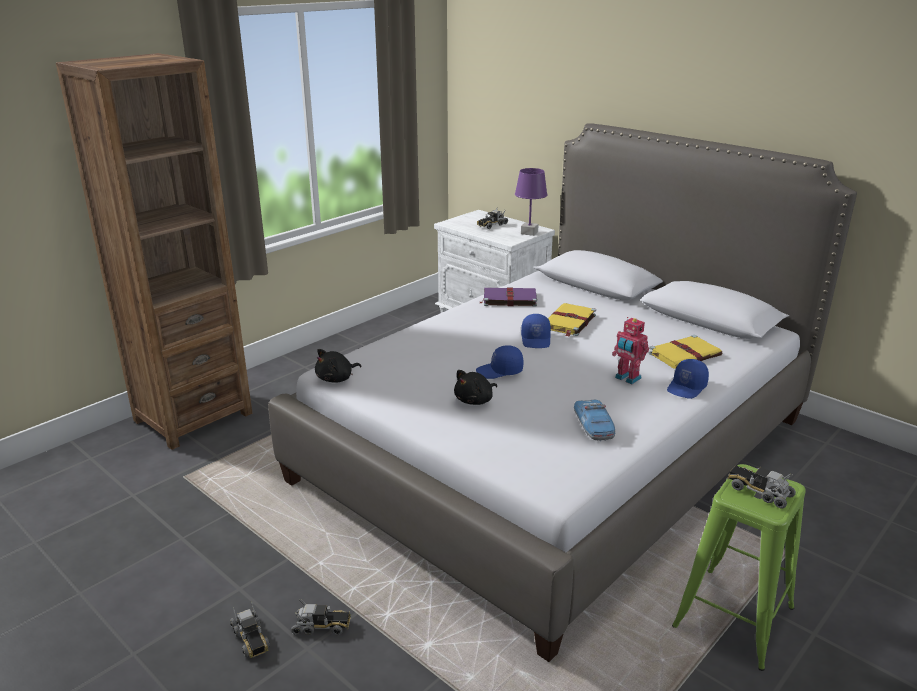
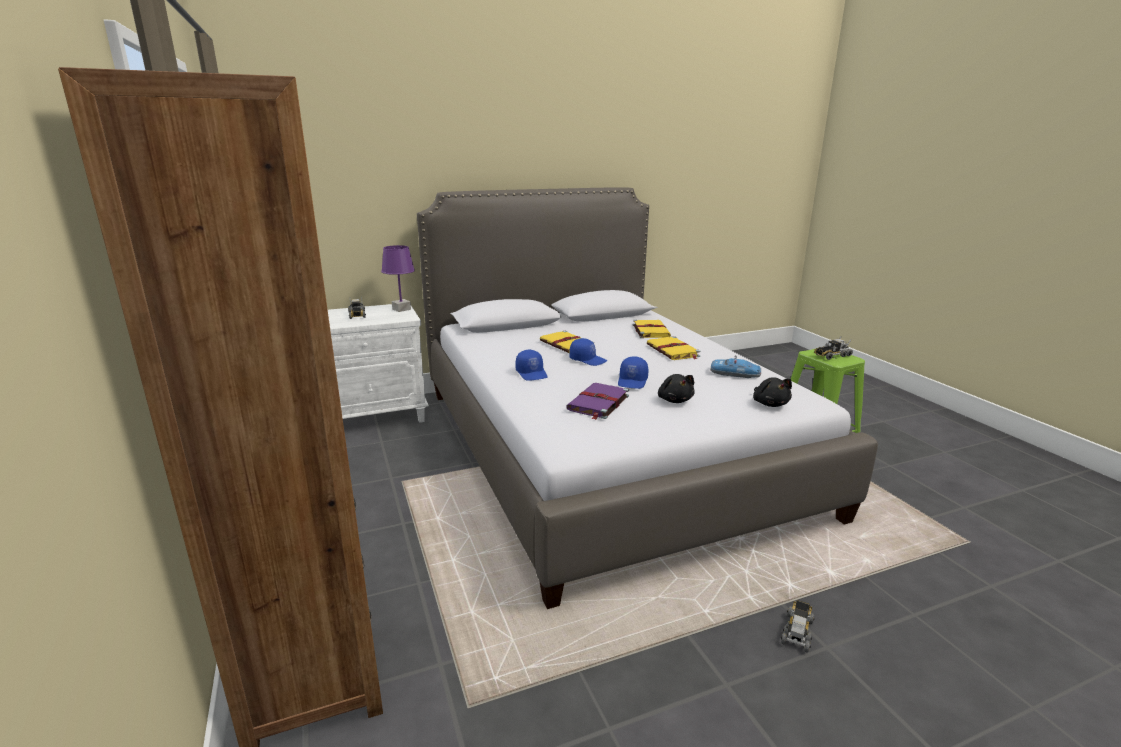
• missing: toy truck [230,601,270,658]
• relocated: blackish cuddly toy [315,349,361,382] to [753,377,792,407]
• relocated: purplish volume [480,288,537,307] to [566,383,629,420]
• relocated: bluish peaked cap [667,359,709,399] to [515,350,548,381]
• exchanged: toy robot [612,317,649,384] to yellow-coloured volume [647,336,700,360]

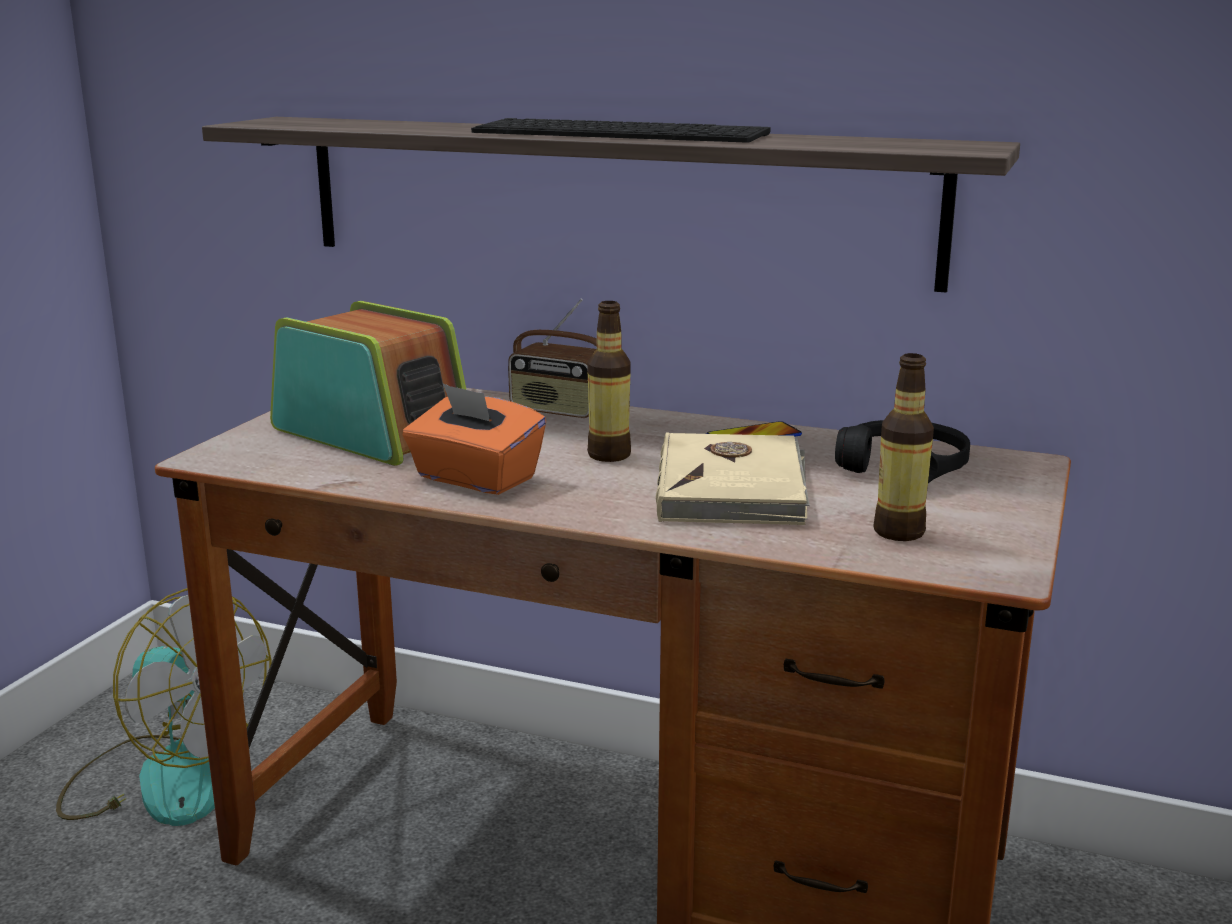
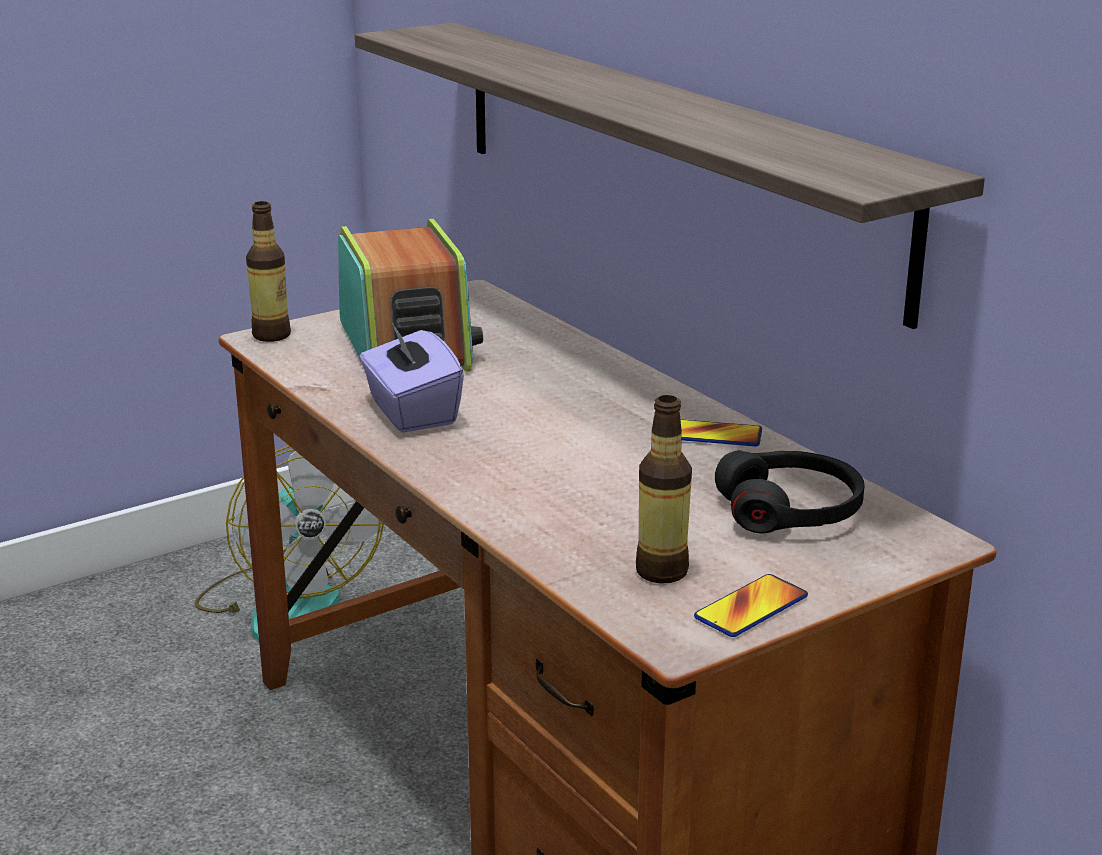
• missing: keyboard [471,118,771,142]
• missing: radio set [508,299,597,418]
• missing: sand-coloured volume [656,432,809,525]
• appeared: telephone [694,574,808,637]
• relocated: beverage bottle [587,301,631,462] to [246,201,291,342]
• colour: orange tissue holder [403,383,546,495] to purplish tissue holder [359,322,464,433]

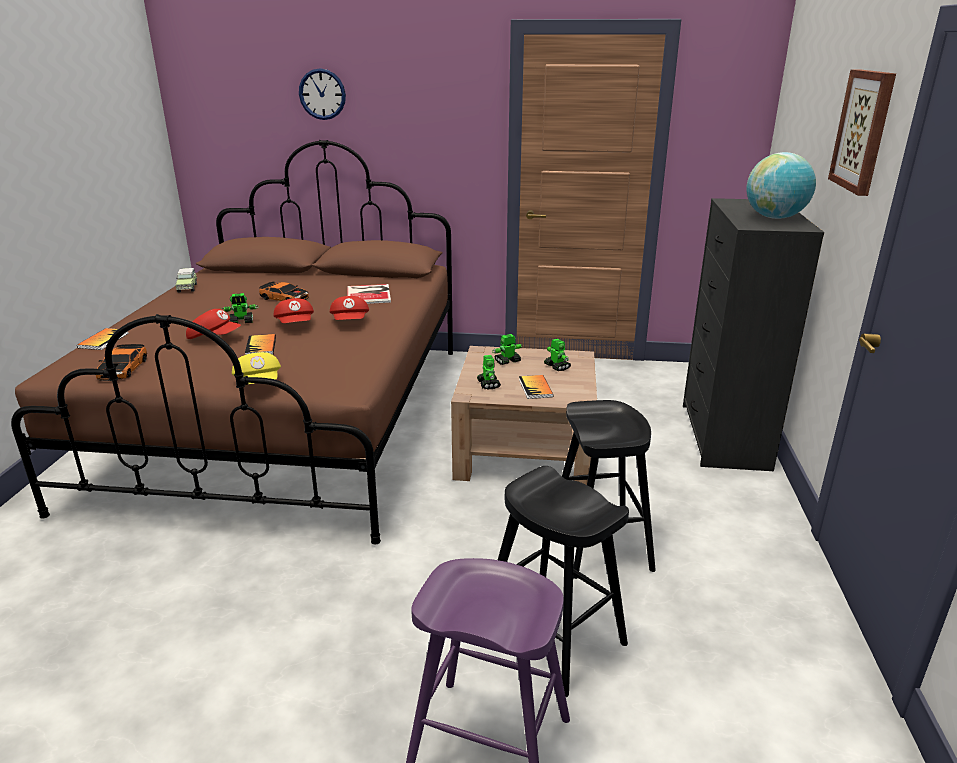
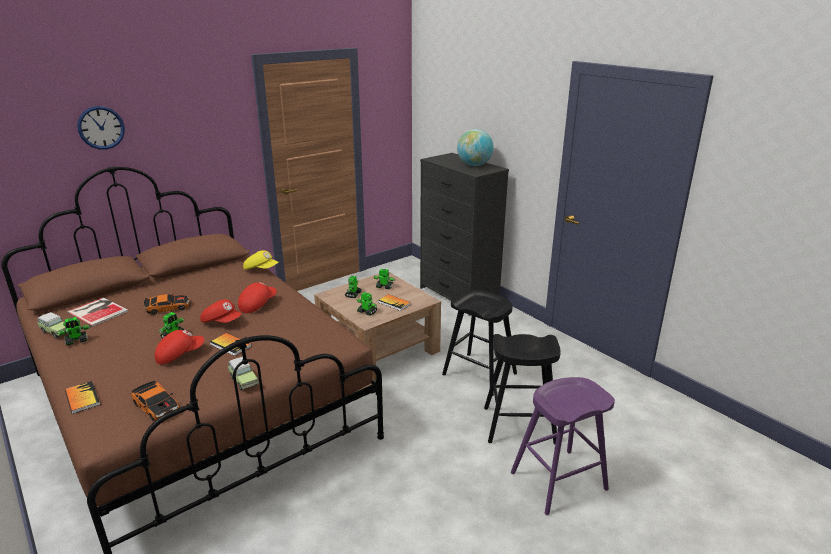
• missing: picture [828,69,896,196]
• appeared: toy robot [56,317,91,346]
• appeared: miniature car [228,357,259,391]
• relocated: yellow-coloured peaked cap [232,352,281,384] to [243,250,278,270]
• relocated: volume [347,284,391,304] to [67,297,128,327]
• spun: reddish peaked cap [330,296,369,320] = [238,282,277,313] 90 degrees counterclockwise

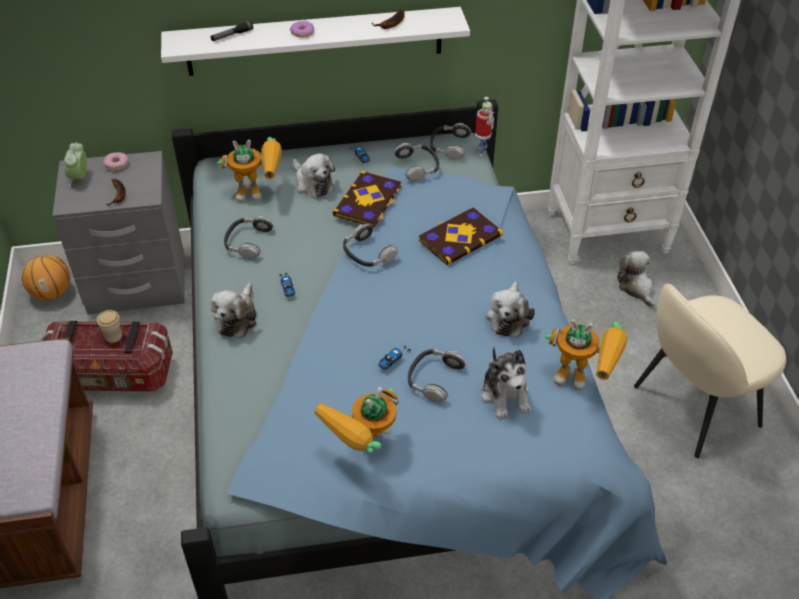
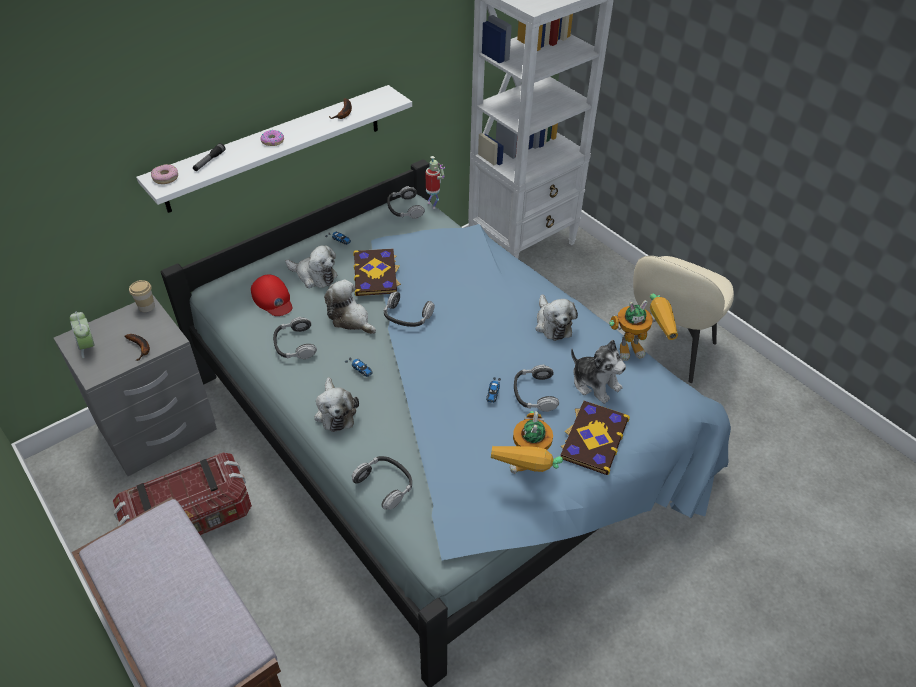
• missing: basketball ball [22,255,71,300]
• relocated: drinking cup [97,310,122,343] to [129,280,155,312]
• relocated: donut [103,152,128,171] to [151,164,178,184]
• relocated: headphones [394,143,439,182] to [352,456,412,510]
• relocated: volume [419,207,503,265] to [561,401,630,475]
• relocated: cuddly toy [617,251,655,307] to [324,279,376,334]
• exchanged: toy robot [217,137,282,202] to reddish peaked cap [251,274,292,316]

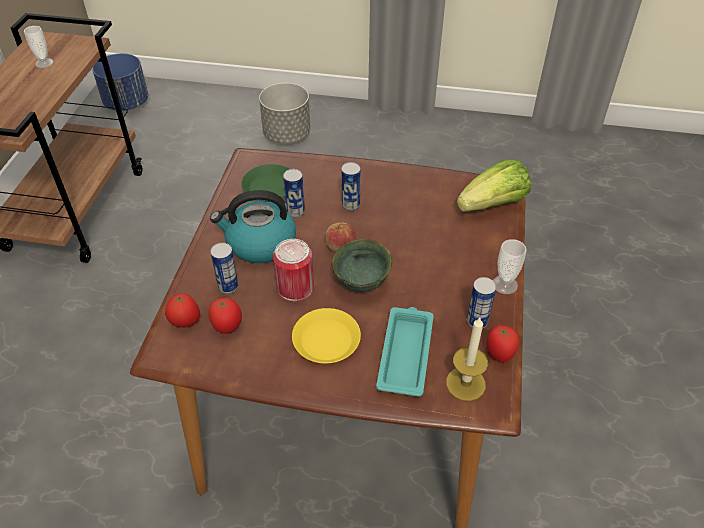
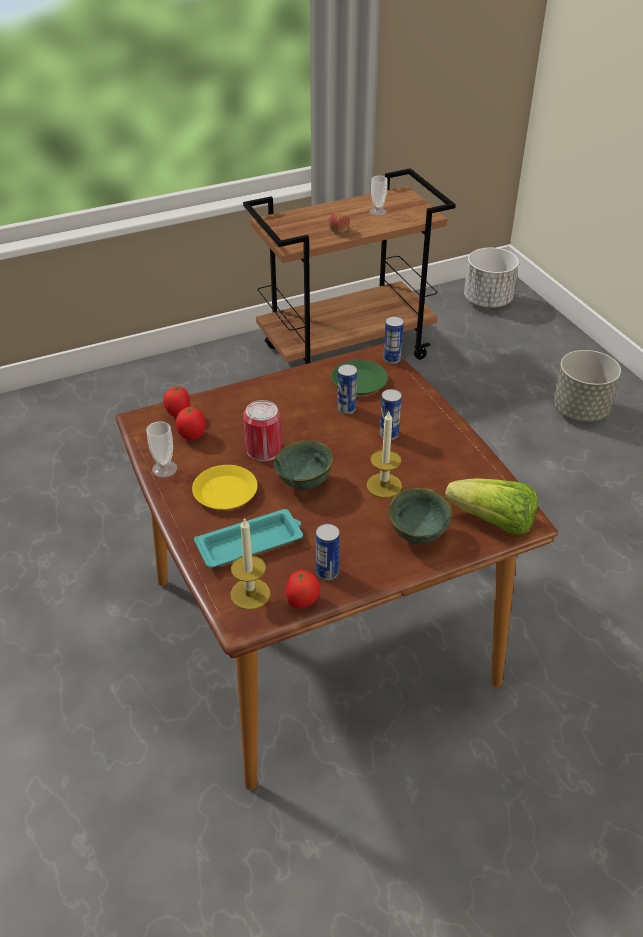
• missing: water kettle [210,190,296,263]
• appeared: wax light [367,412,402,498]
• appeared: green serving bowl [388,488,453,544]
• relocated: sealed can [210,243,238,294] to [384,316,404,364]
• relocated: whole apple [325,222,356,252] to [328,213,350,234]
• relocated: drinking cup [493,239,527,294] to [146,421,177,478]
• colour: bluish planter [92,53,148,111] to white-coloured planter [464,248,519,308]

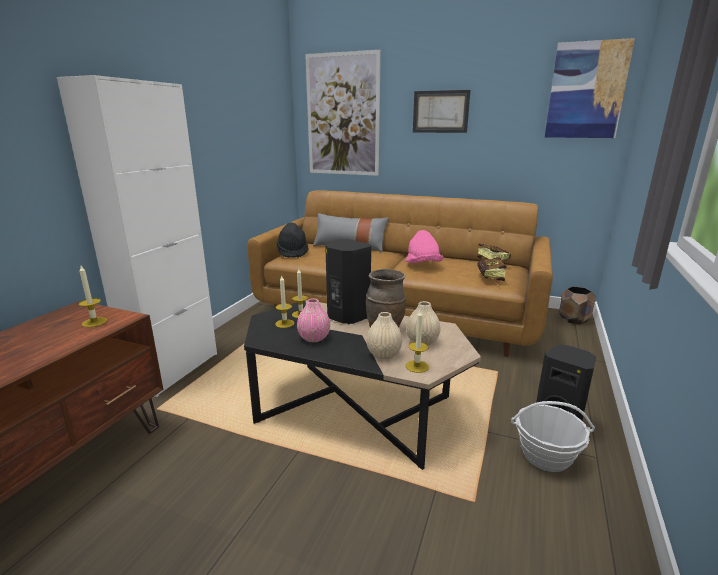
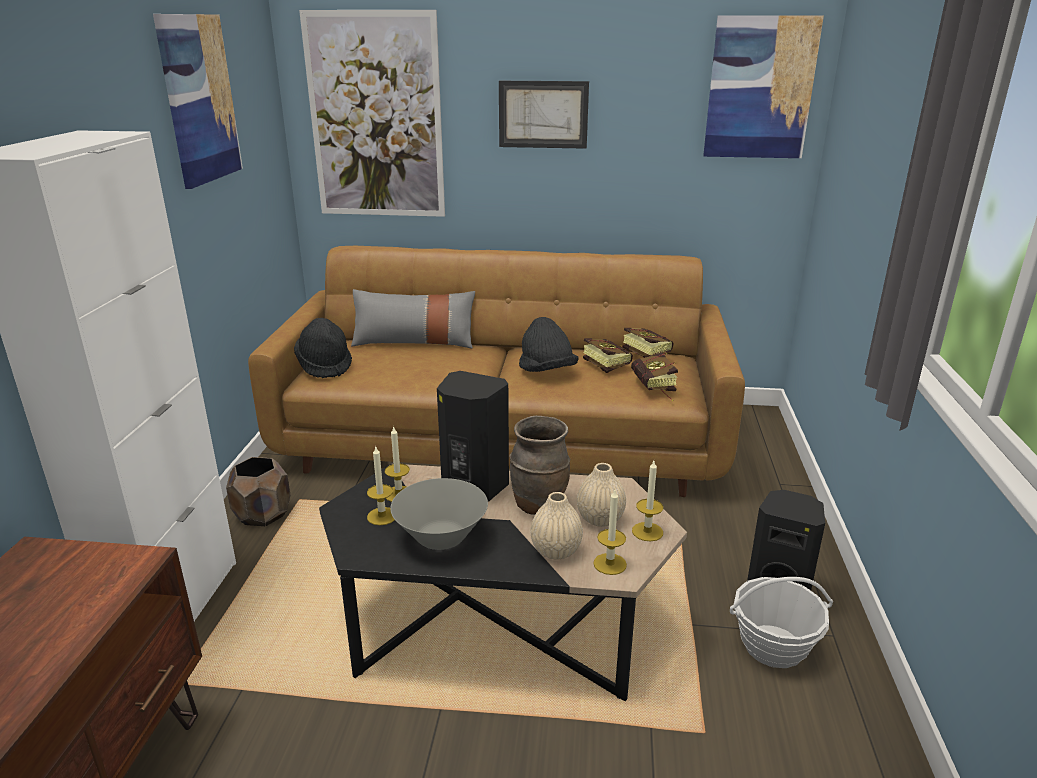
• appeared: picture [153,14,243,189]
• appeared: volume [582,338,633,373]
• relocated: wax light [79,266,107,327] to [632,461,663,542]
• relocated: brown-coloured planter [559,286,595,324] to [226,457,290,526]
• exchanged: pinkish vase [297,298,330,342] to greyish serving bowl [390,478,488,550]
• colour: pinkish clothing hat [406,230,443,263] to blackish clothing hat [519,317,579,372]

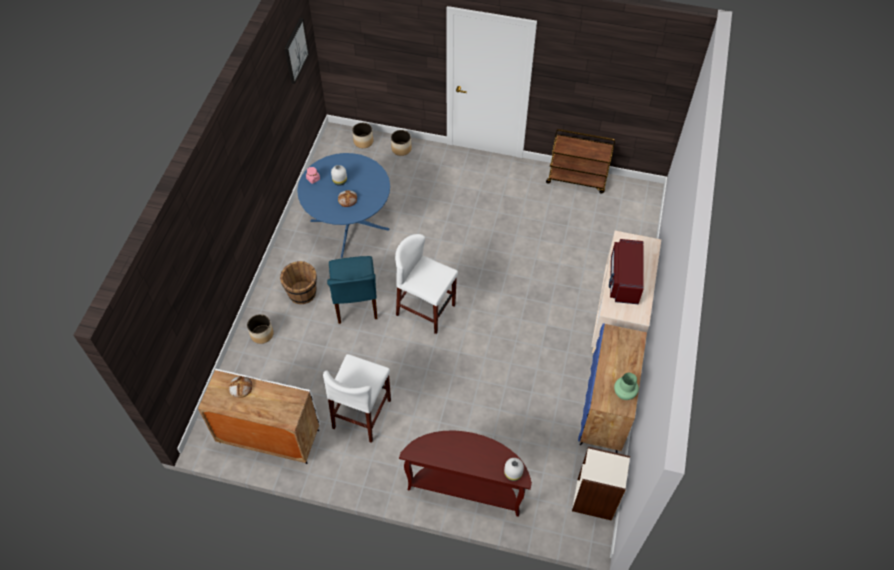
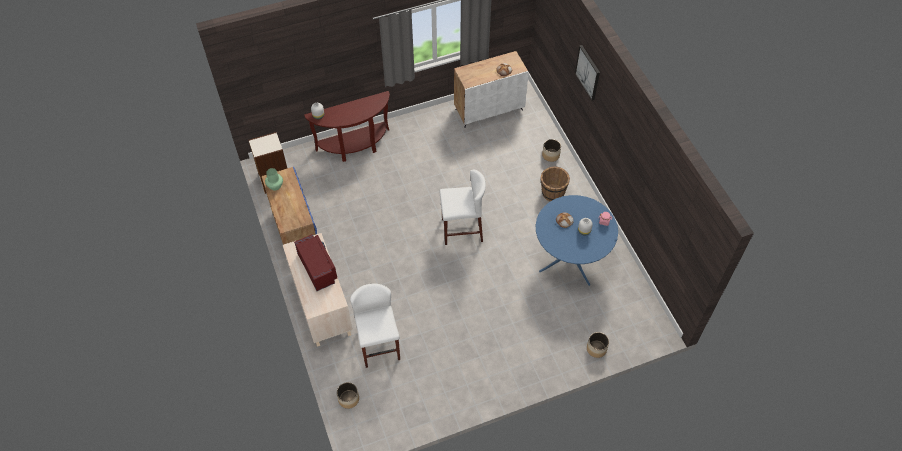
• missing: bluish plain chair [327,256,377,324]
• missing: brown-coloured cart [546,129,615,194]
• relocated: picture [284,18,309,84] to [575,45,600,101]
• relocated: white-coloured stool [323,354,391,443] to [350,283,400,368]
• relocated: planter [352,123,373,148] to [337,382,359,409]

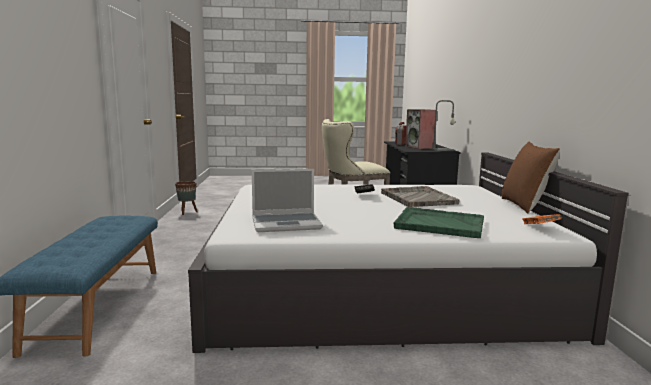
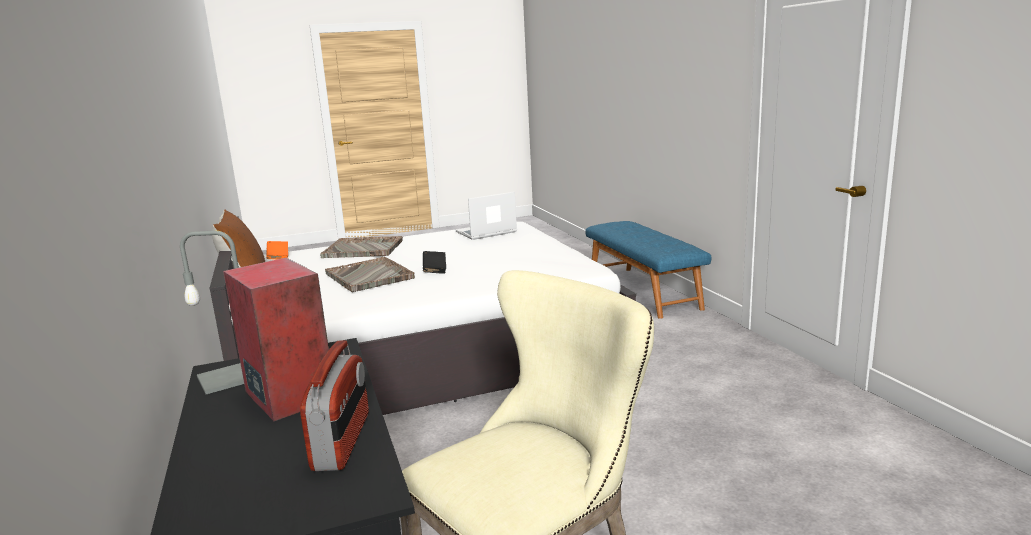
• missing: brown-coloured planter [175,181,198,215]
• colour: green serving tray [393,207,484,238] to greyish serving tray [320,236,403,258]

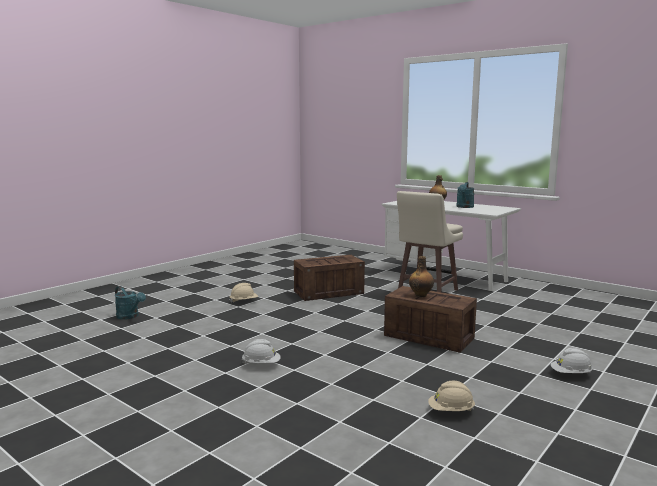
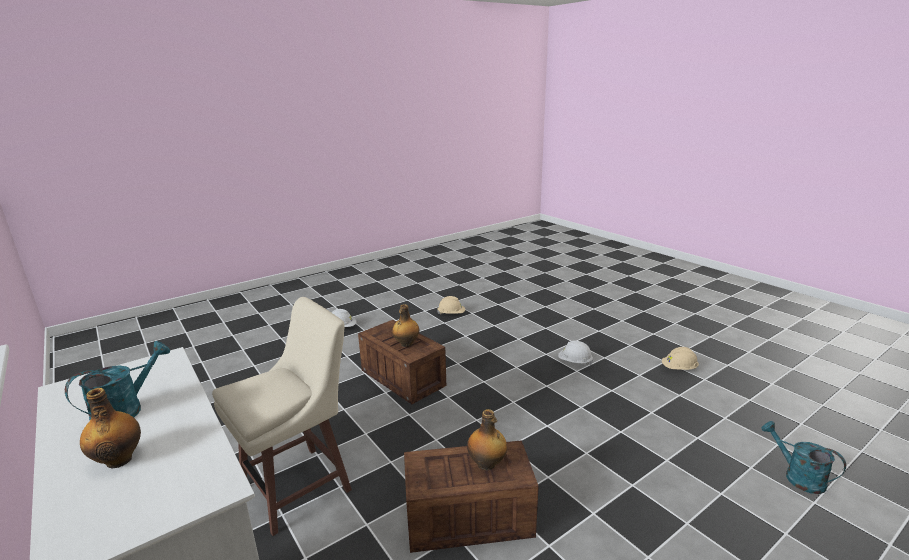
• appeared: beverage bottle [467,409,507,470]
• relocated: sand-coloured work helmet [229,283,258,303] to [662,347,699,370]

